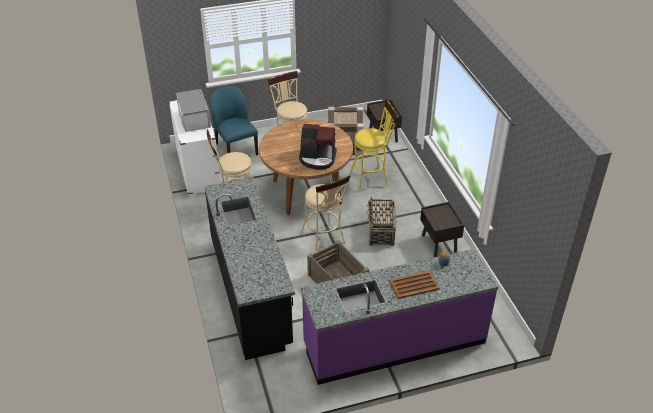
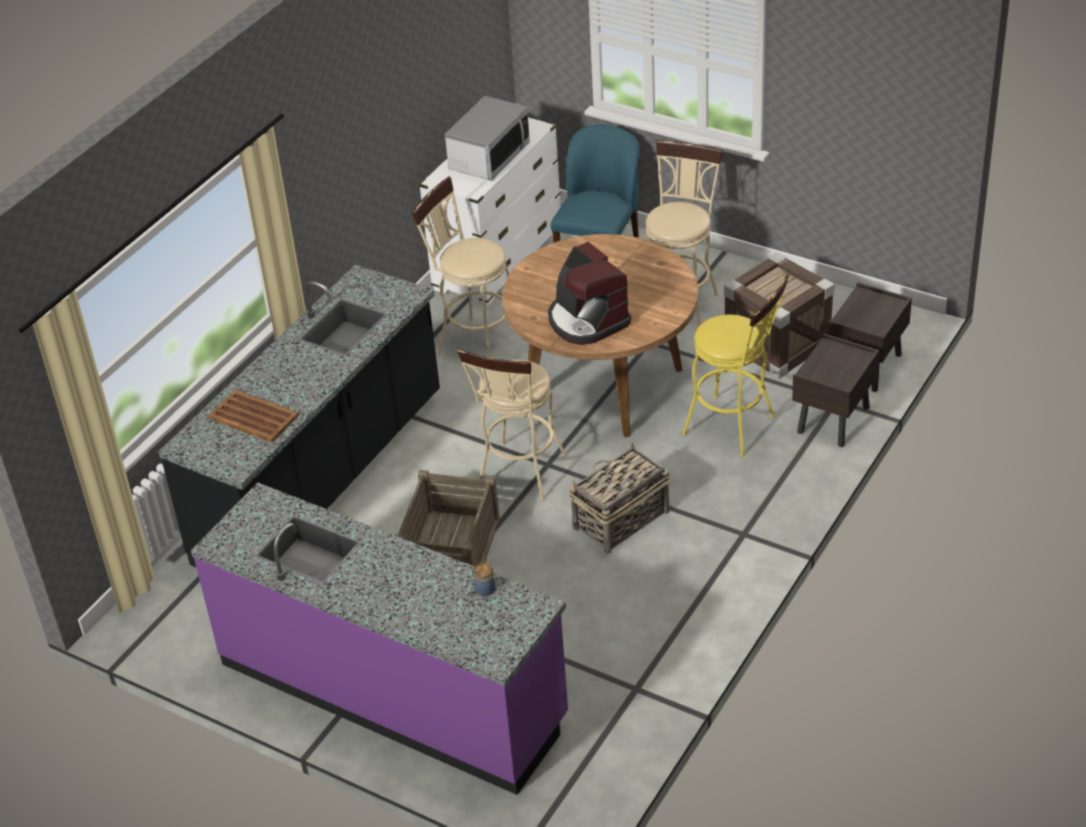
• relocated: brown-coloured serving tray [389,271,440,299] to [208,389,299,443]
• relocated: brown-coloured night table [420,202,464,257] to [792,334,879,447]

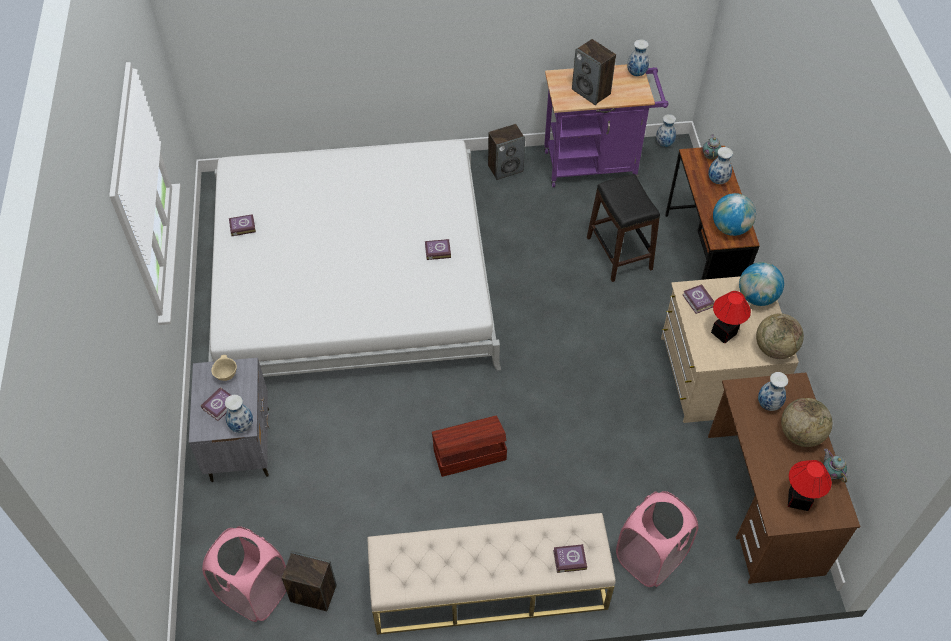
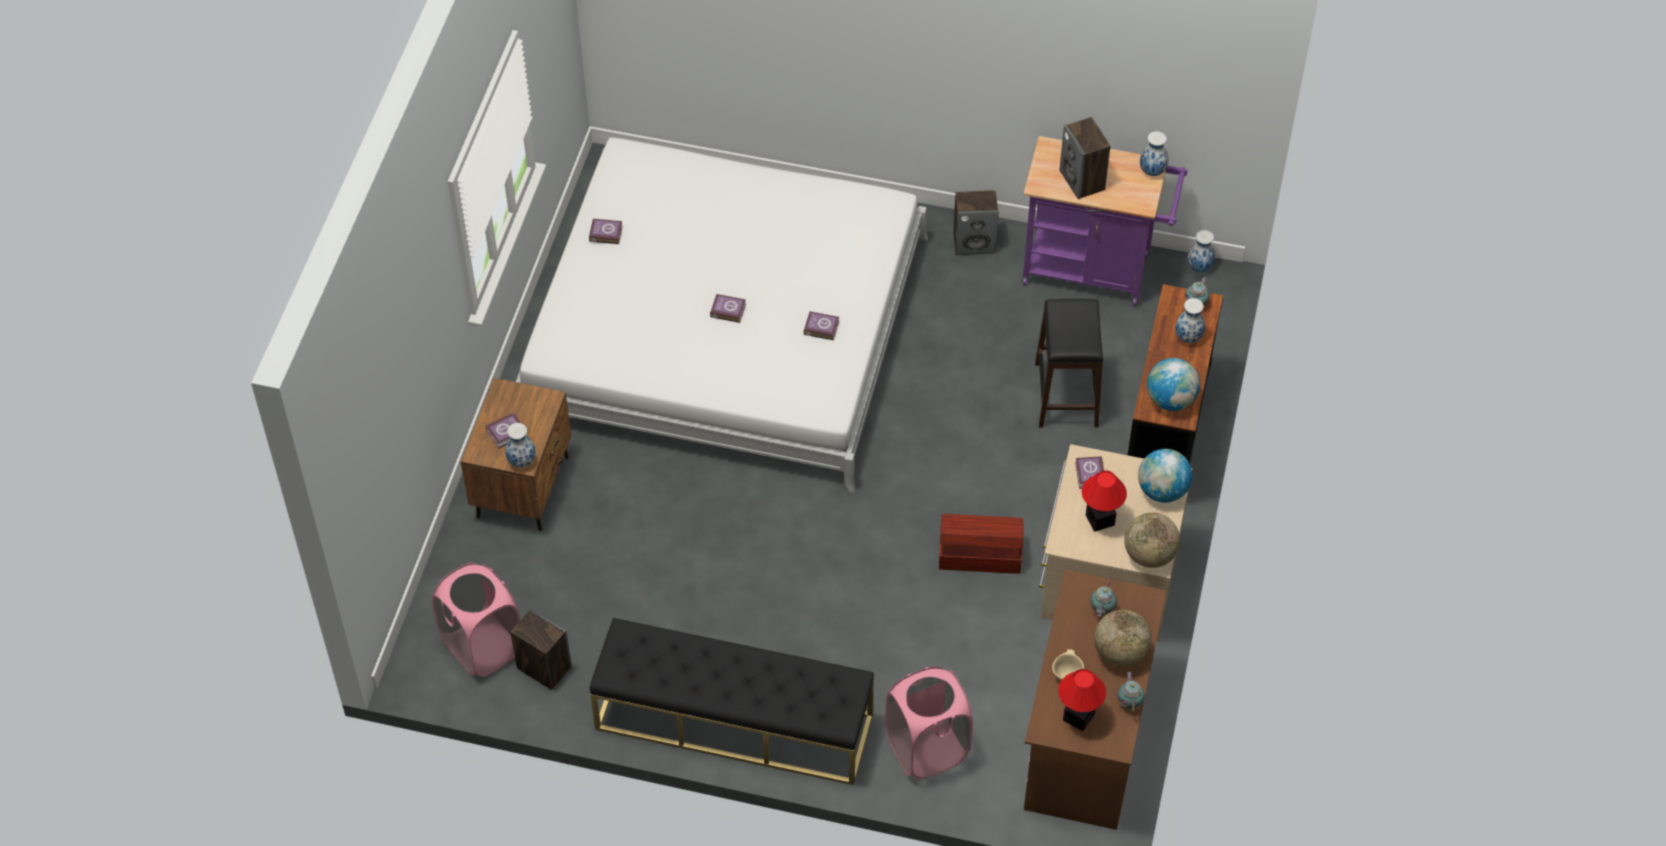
• relocated: sand-coloured serving bowl [211,355,237,381] to [1052,649,1084,681]
• relocated: brown-coloured storage container [432,415,507,477] to [939,514,1023,574]
• relocated: volume [553,544,587,573] to [710,294,746,323]
• exchanged: vase [758,372,788,411] to tea pot [1091,580,1117,617]
• colour: greyish night table [189,358,269,482] to brown-coloured night table [461,378,571,531]
• colour: sand-coloured long seat [368,513,615,635] to blackish long seat [590,618,874,785]

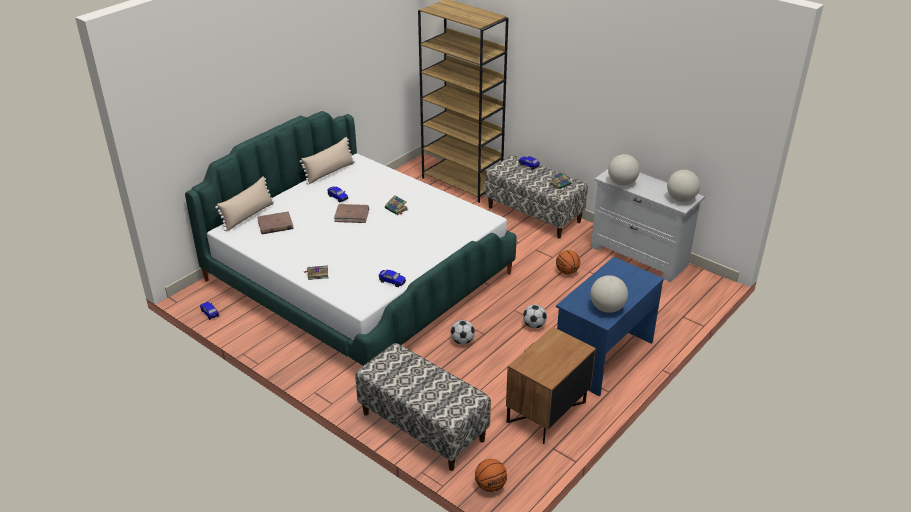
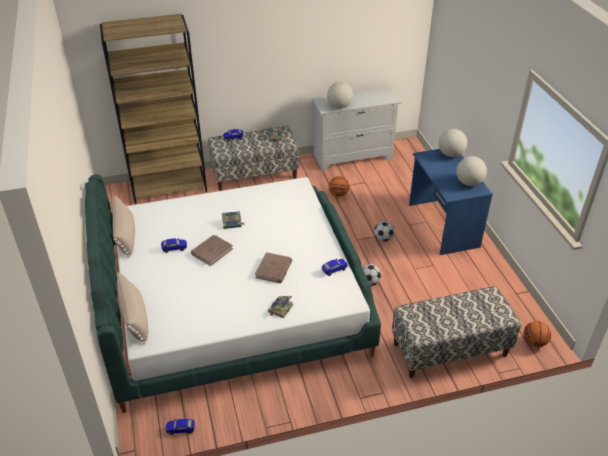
• missing: brown-coloured night table [506,327,596,444]
• relocated: brown-coloured volume [257,211,293,234] to [255,252,292,283]
• relocated: world globe [667,170,700,202] to [439,129,467,157]

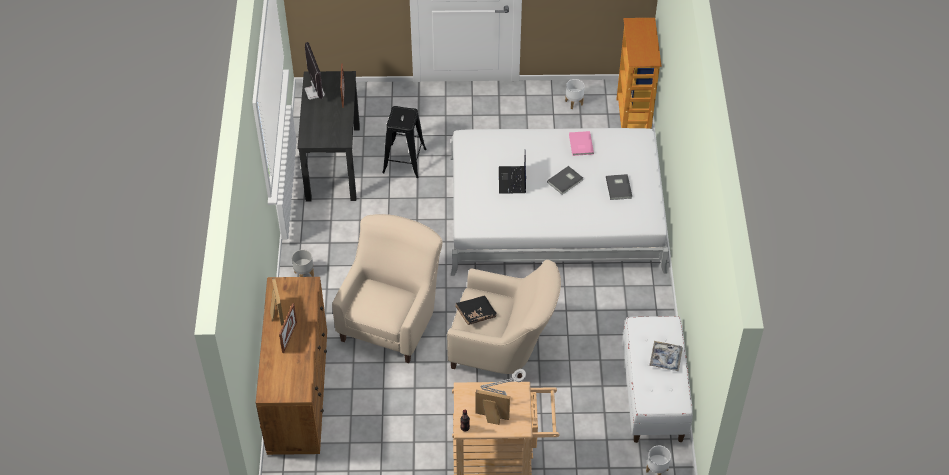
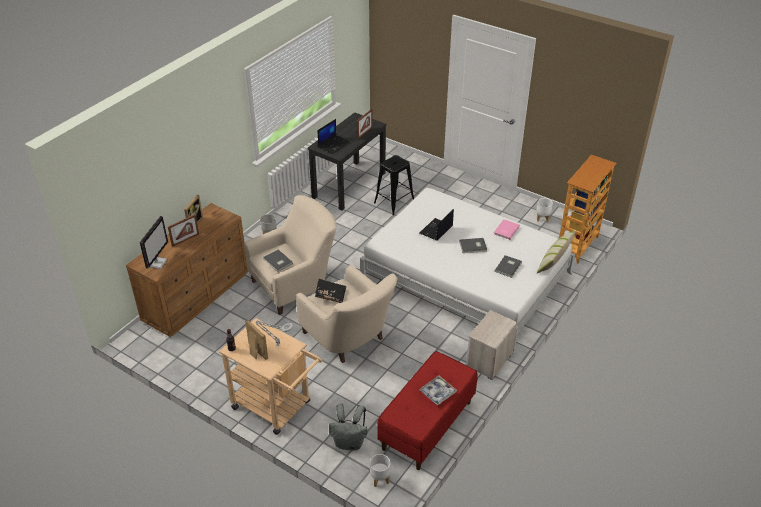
• appeared: greyish volume [263,250,293,272]
• appeared: portable computer [318,119,351,154]
• appeared: greyish knapsack [329,404,368,450]
• appeared: night table [466,310,517,380]
• appeared: cushion [537,230,576,274]
• relocated: computer display [305,42,325,100] to [140,216,168,269]
• colour: white-coloured long seat [623,316,693,443] to reddish long seat [377,351,478,470]

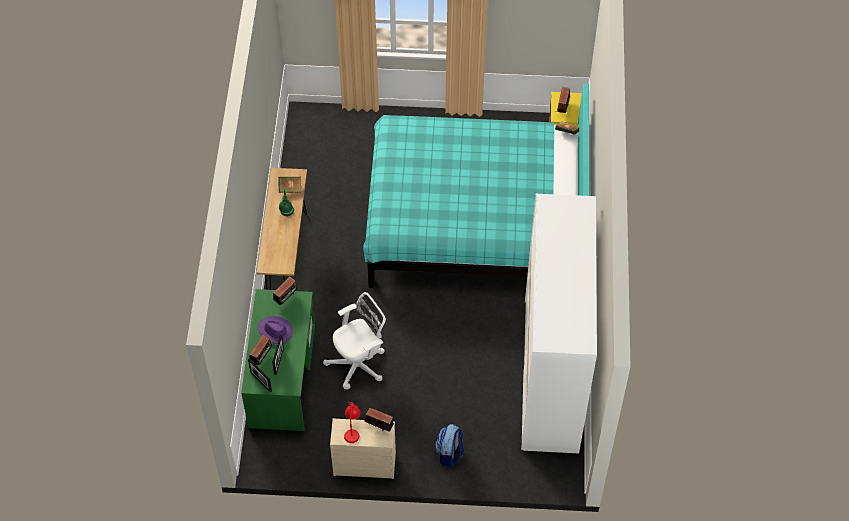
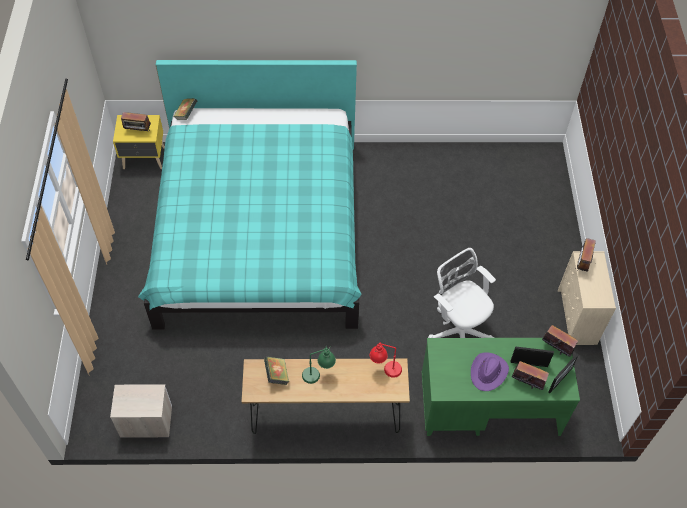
• missing: knapsack [435,424,464,466]
• missing: white-coloured armoire [521,194,597,453]
• appeared: night table [110,384,172,438]
• relocated: radio set [273,276,298,305] to [542,325,578,357]
• relocated: reddish table lamp [344,402,360,443] to [370,342,402,378]

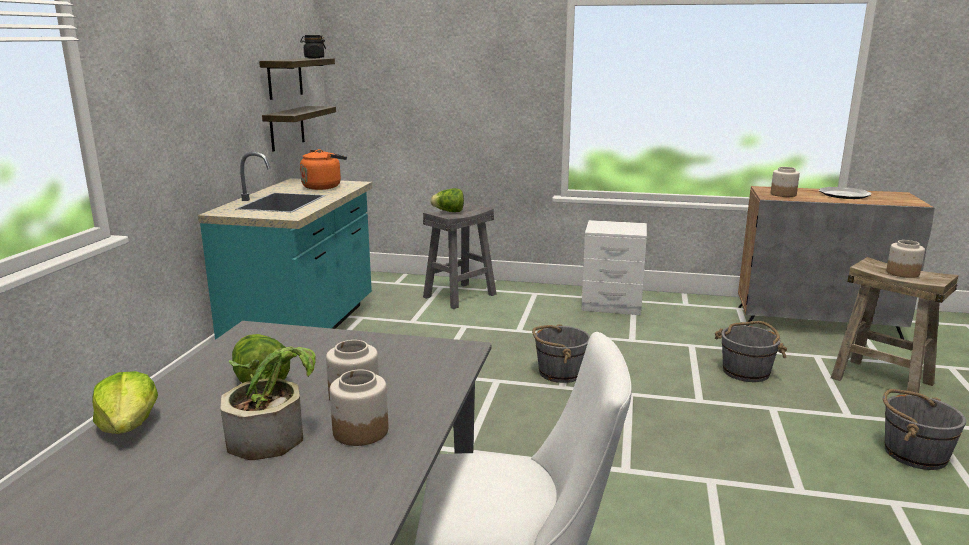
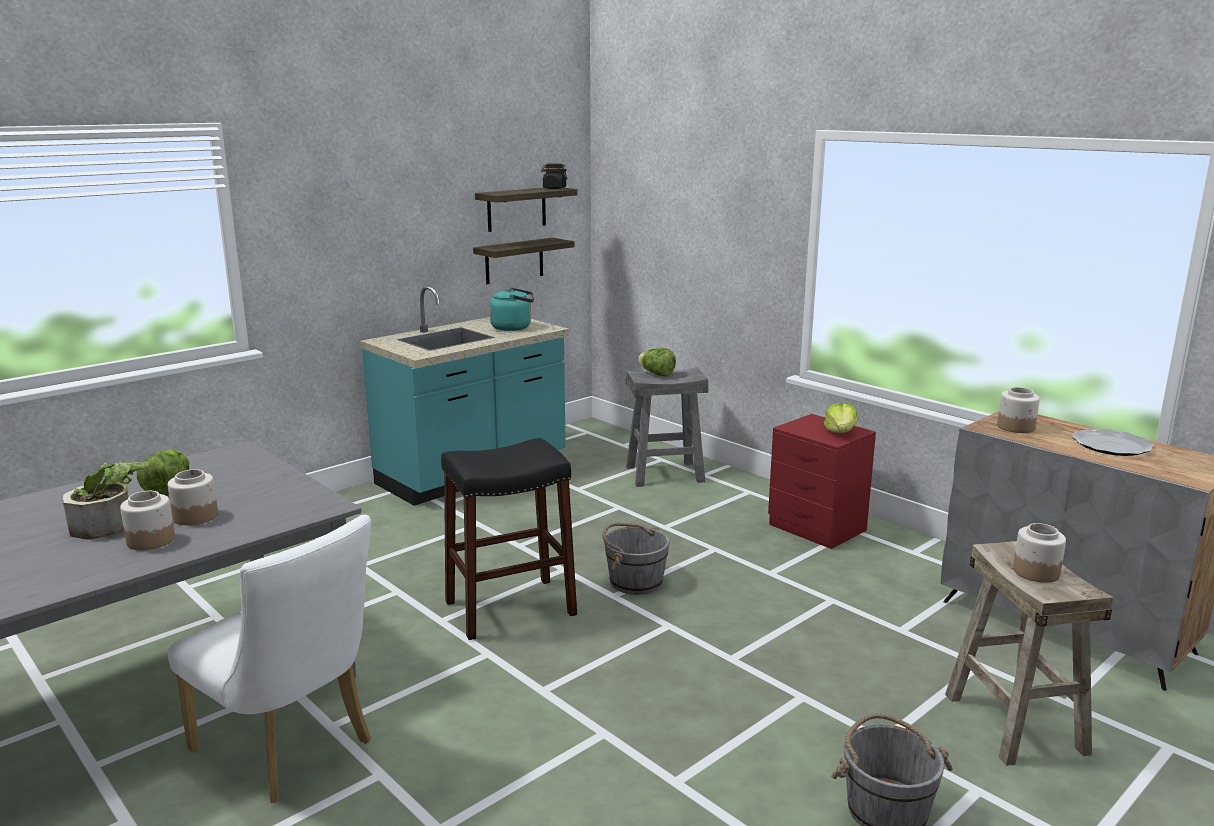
• missing: greyish bucket [715,321,787,382]
• appeared: blackish stool [441,438,577,640]
• relocated: lettuce [92,371,158,434] to [824,403,858,433]
• colour: orange water kettle [300,149,347,190] to turquoise water kettle [489,287,534,331]
• colour: white-coloured night table [581,220,647,315] to reddish night table [768,414,876,549]

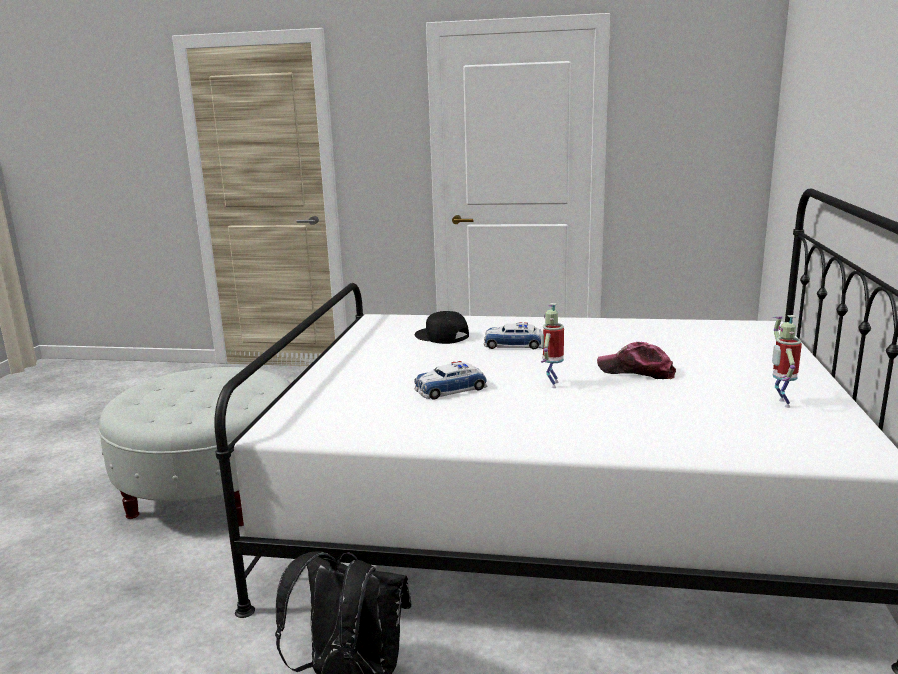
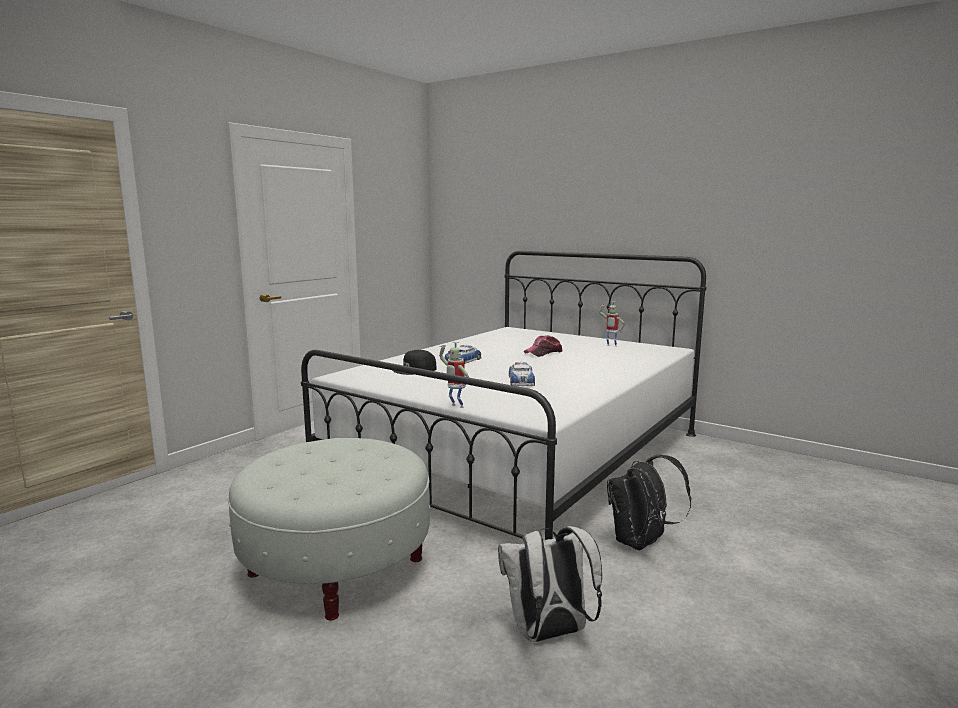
• appeared: white-coloured knapsack [498,526,602,642]
• relocated: toy robot [541,303,564,388] to [439,342,469,408]

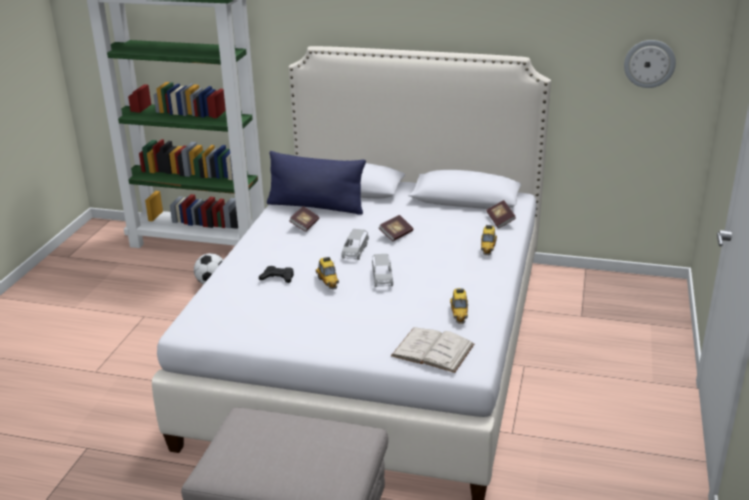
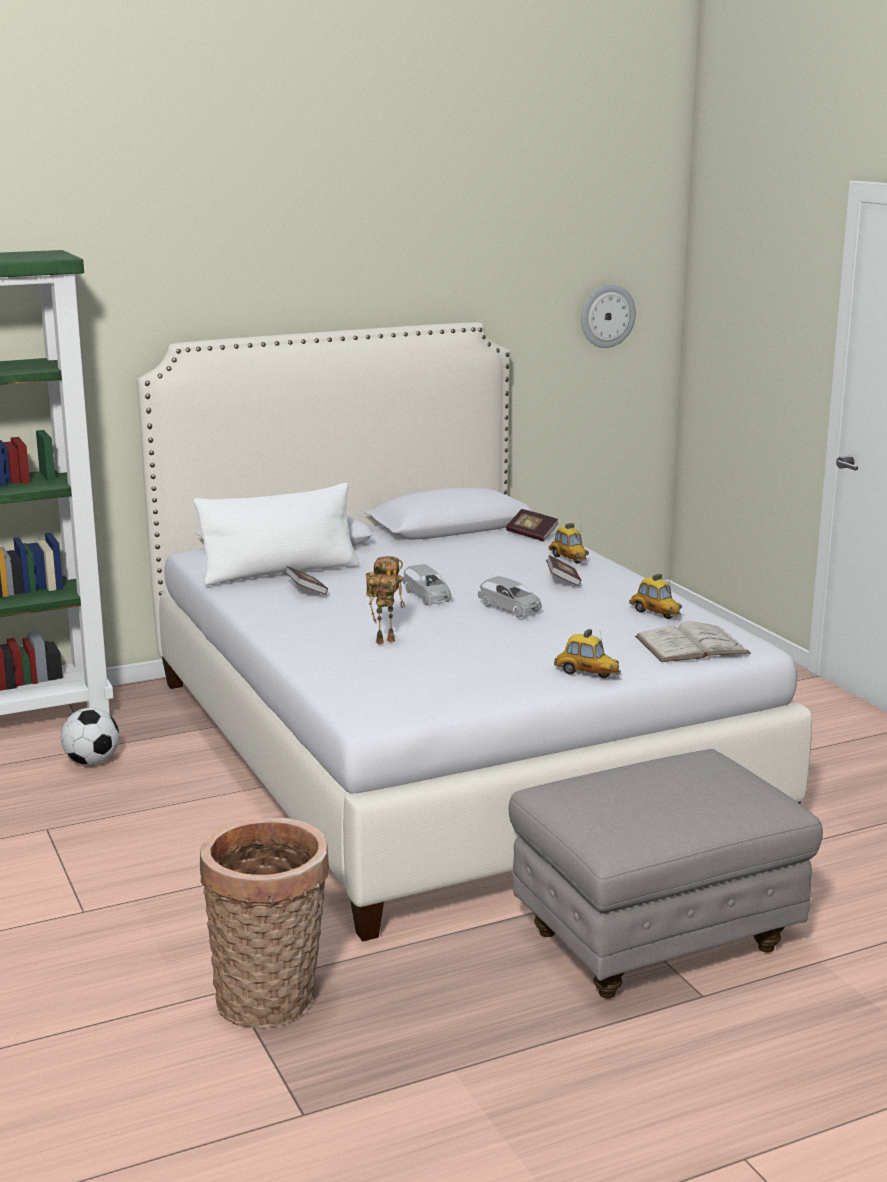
• appeared: basket [200,818,330,1028]
• relocated: miniature car [316,257,339,290] to [554,629,621,678]
• relocated: volume [379,215,414,241] to [546,555,581,586]
• exchanged: blackish gamepad [259,266,294,283] to toy robot [366,556,405,644]
• colour: bluish cushion [267,151,366,214] to white-coloured cushion [194,483,359,585]

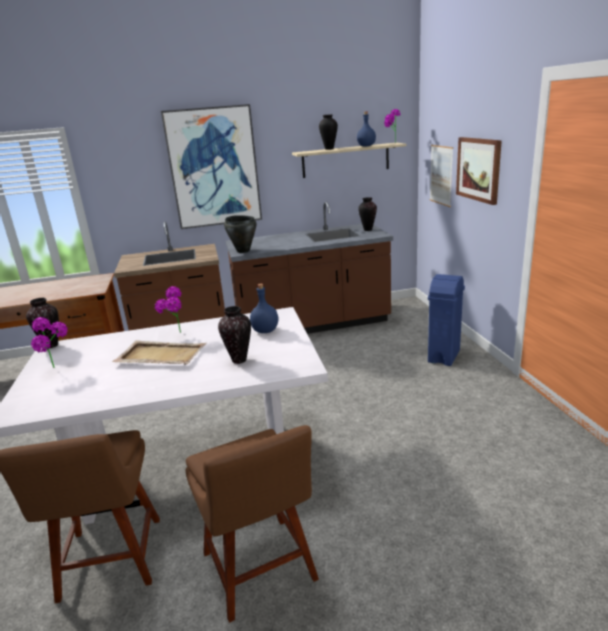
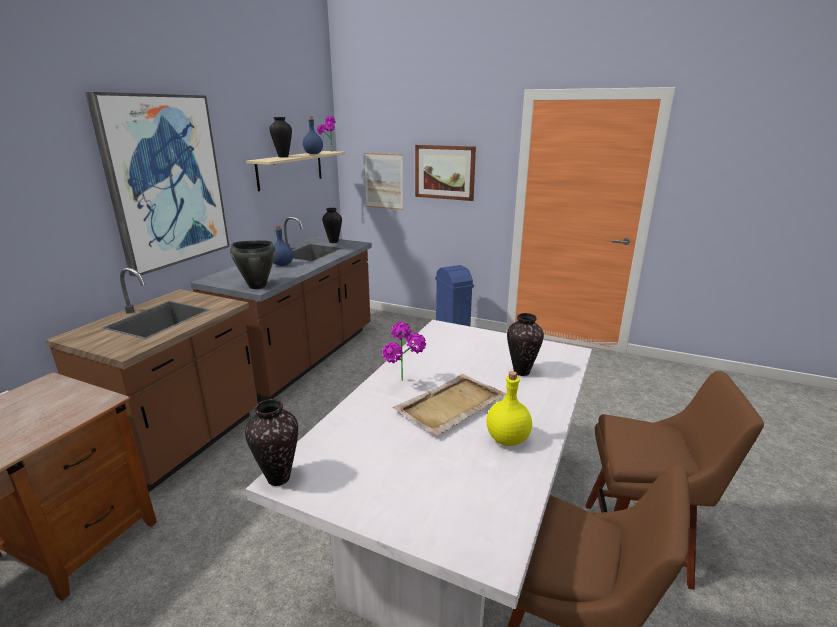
• missing: houseplant [31,317,68,368]
• appeared: yellow-coloured beverage bottle [487,371,532,446]
• relocated: bluish beverage bottle [250,284,278,333] to [273,226,293,266]

